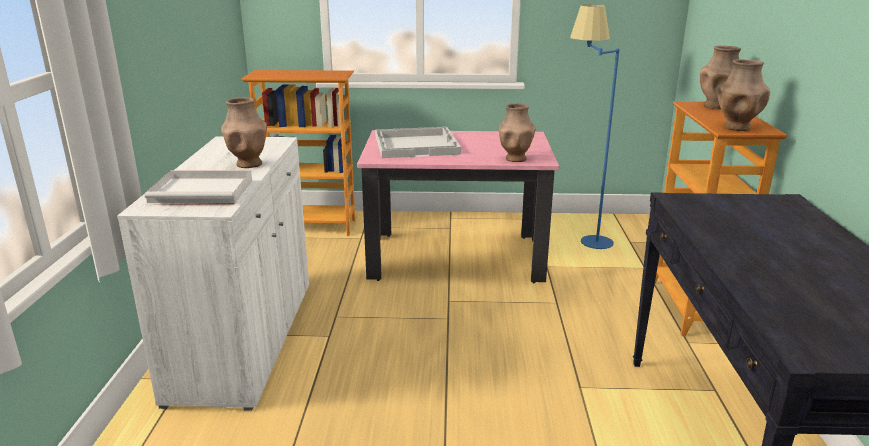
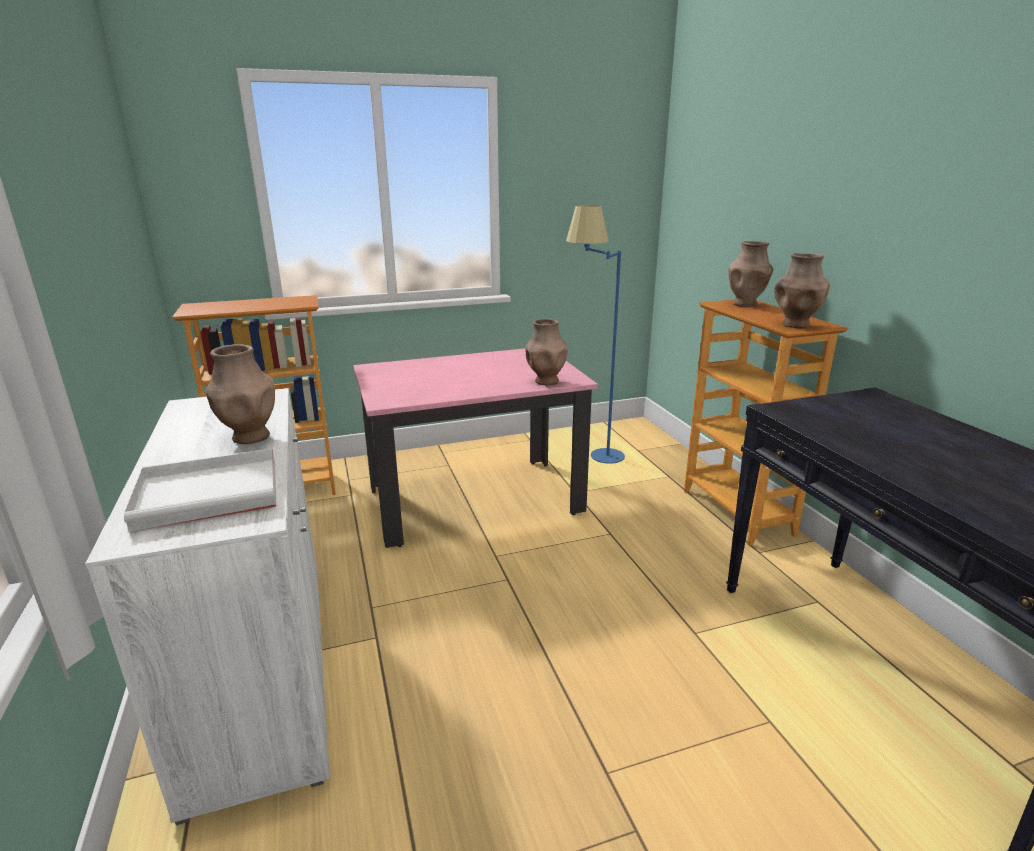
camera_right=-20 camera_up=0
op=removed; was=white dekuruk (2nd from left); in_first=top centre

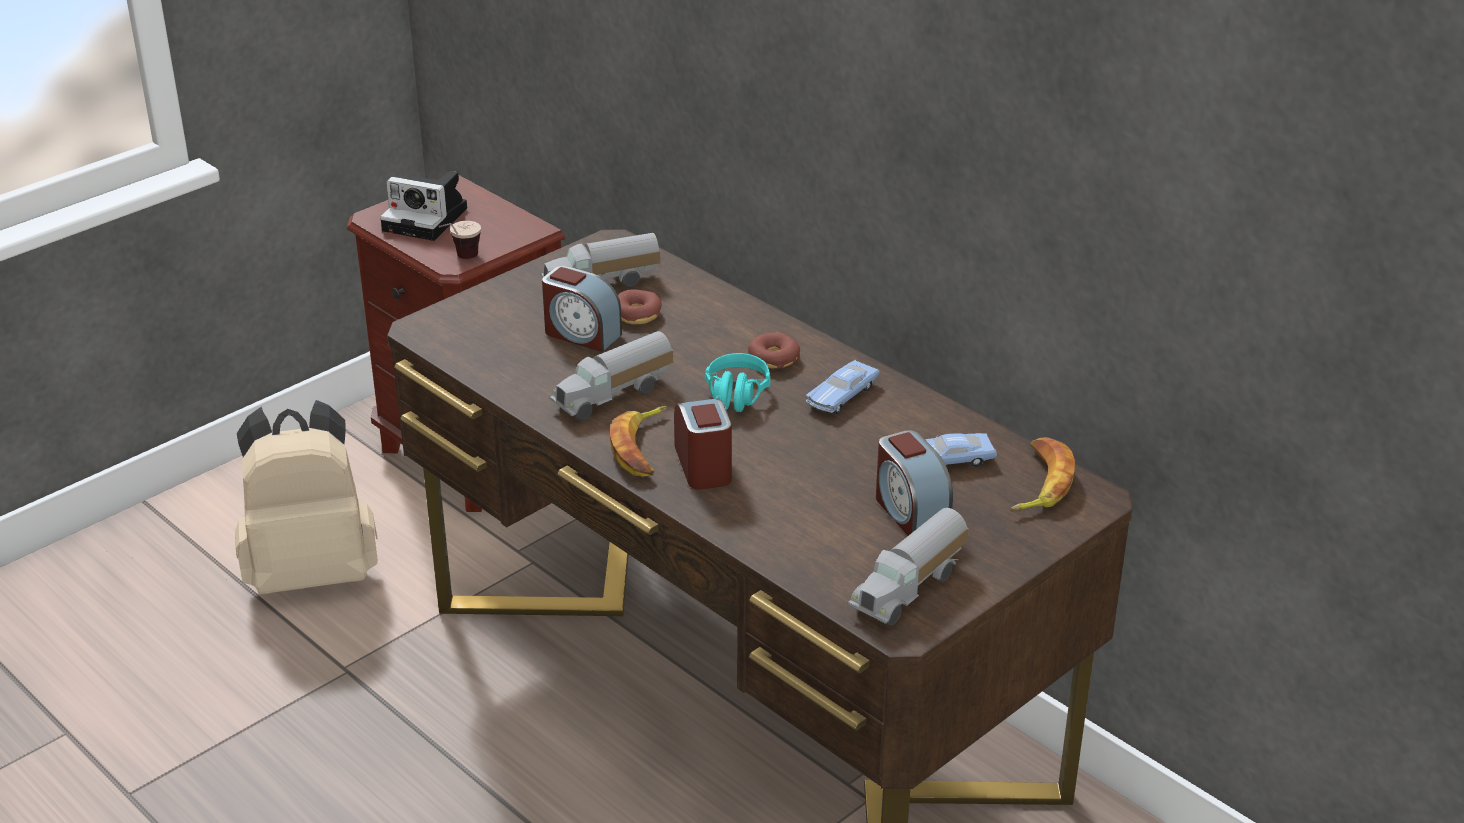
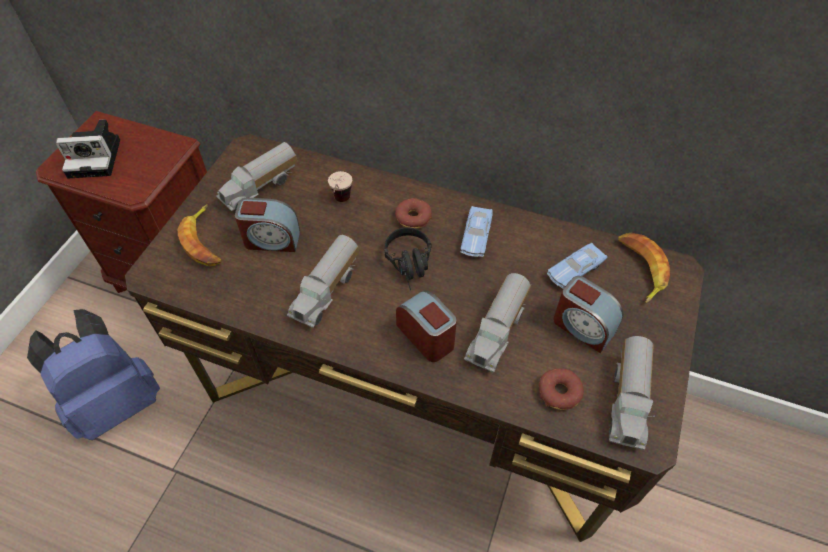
camera_right=-25 camera_up=20
op=moved; was=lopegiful; in_first=top left; in_second=centre
op=moved; was=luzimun (1st from left in the first image); now=luzimun (2nd from left); in_first=centre; in_second=bottom right
op=recoloured; was=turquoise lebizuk; now=black lebizuk; in_first=centre; in_second=centre
op=recoloured; was=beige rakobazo; now=blue rakobazo; in_first=middle left; in_second=bottom left
op=moved; was=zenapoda (1st from left); in_first=centre; in_second=middle left
op=added; now=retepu (3rd from left); in_second=centre

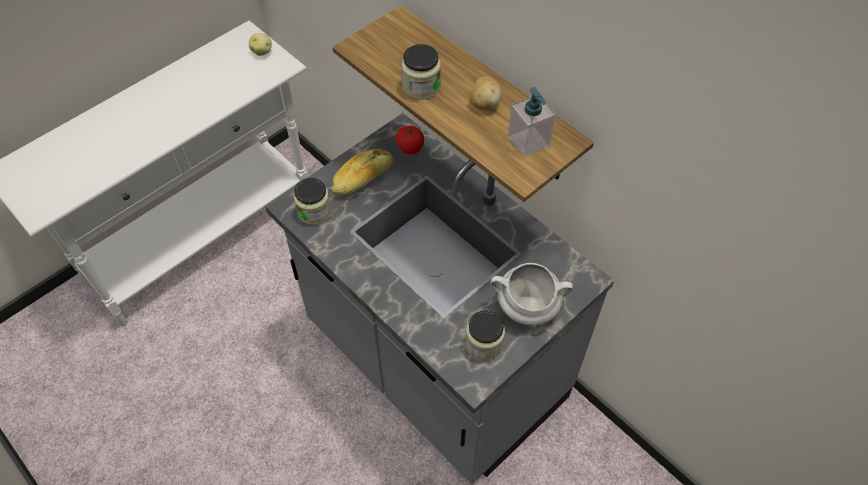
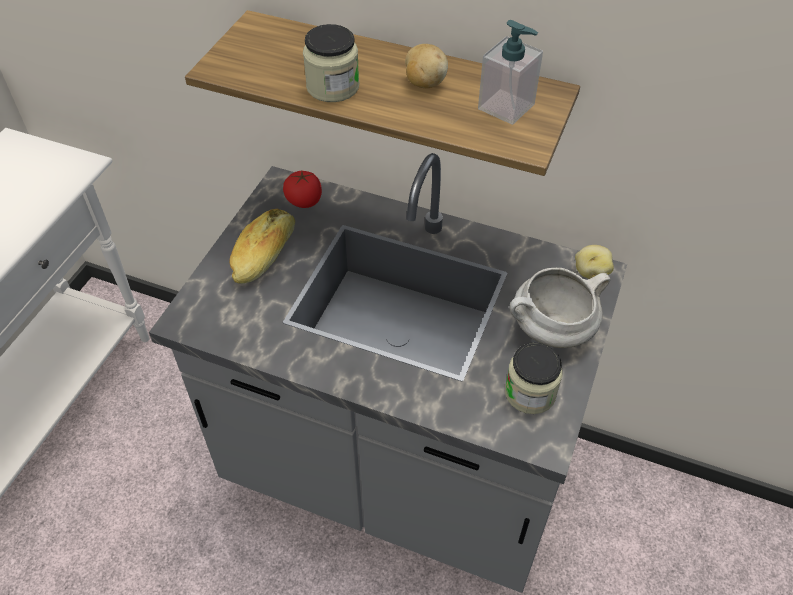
camera_right=-25 camera_up=-5
op=moved; was=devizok (1st from left in the first image); now=devizok (2nd from left); in_first=top left; in_second=middle right
op=removed; was=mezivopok (1st from left); in_first=centre

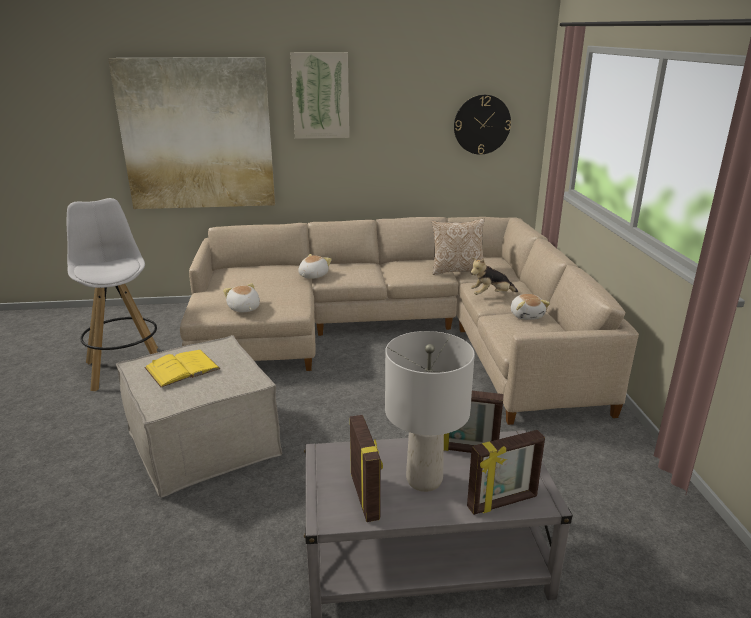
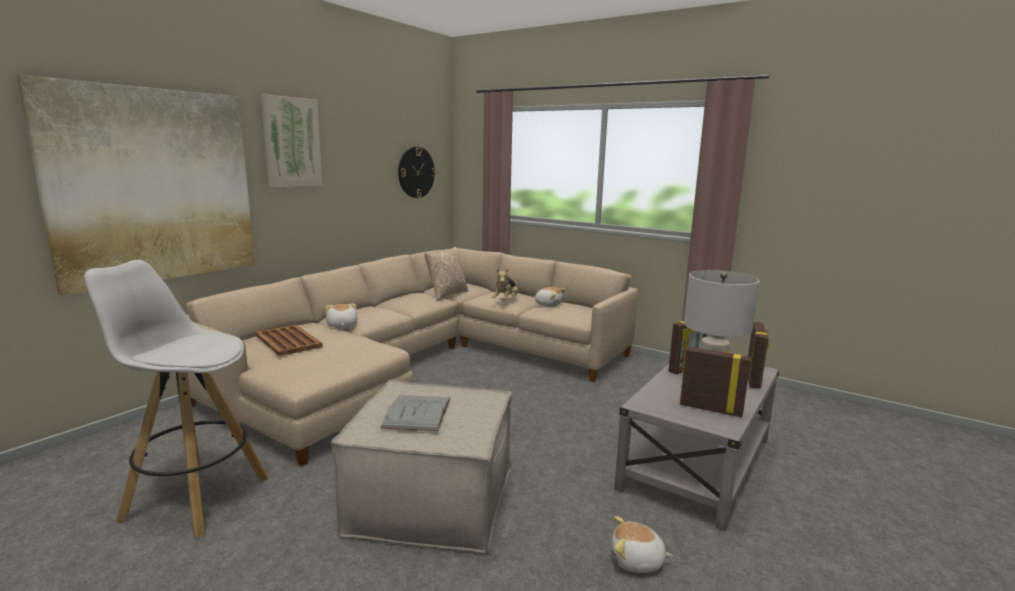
camera_right=-50 camera_up=-10
op=moved; was=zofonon (1st from left in the first image); now=zofonon (4th from left); in_first=middle left; in_second=bottom centre
op=recoloured; was=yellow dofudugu; now=grey dofudugu; in_first=middle left; in_second=bottom centre
op=added; now=brown dekuruk; in_second=middle left

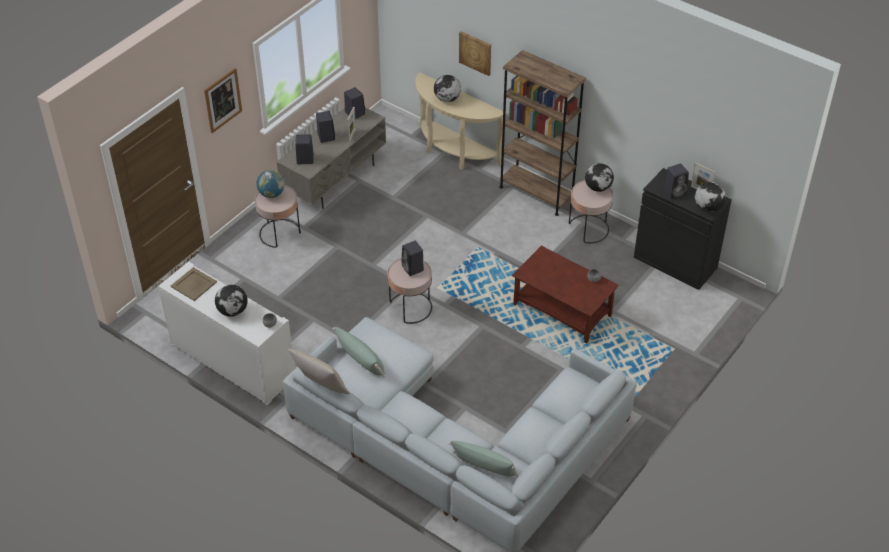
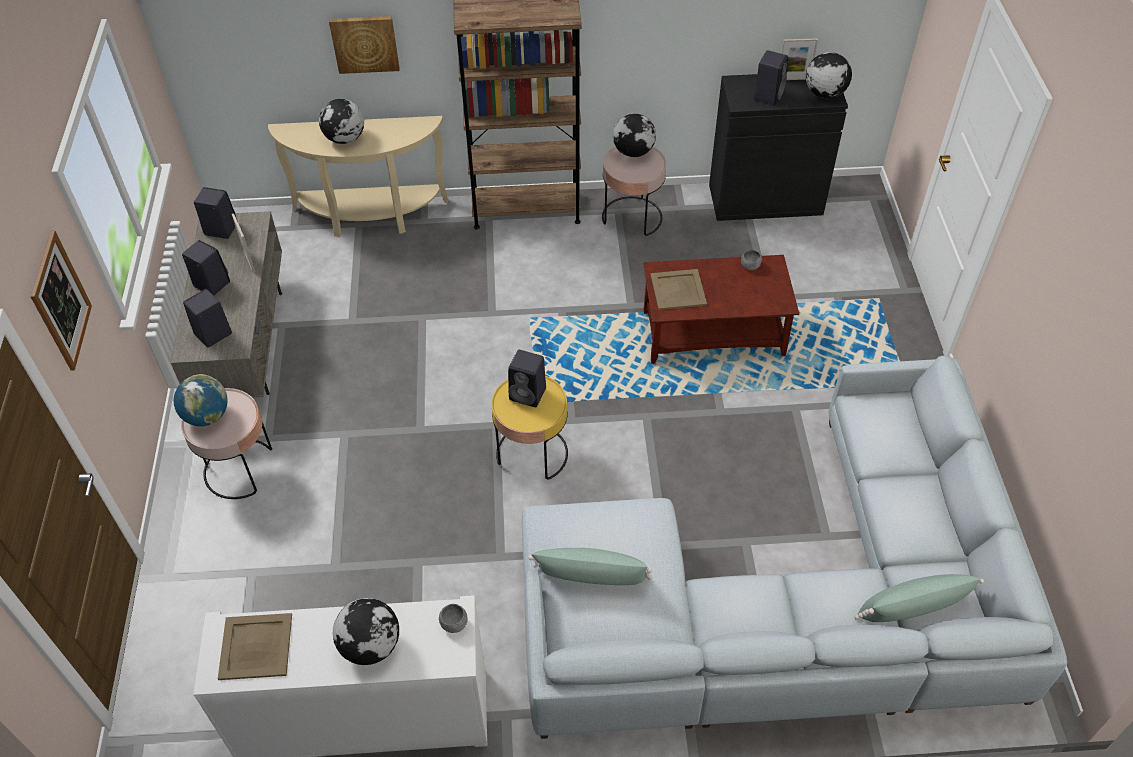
camera_right=-40 camera_up=5
op=recoloured; was=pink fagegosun (2nd from left); now=yellow fagegosun; in_first=centre; in_second=centre
op=removed; was=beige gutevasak; in_first=bottom centre
op=added; now=beige dekuruk (2nd from left); in_second=centre

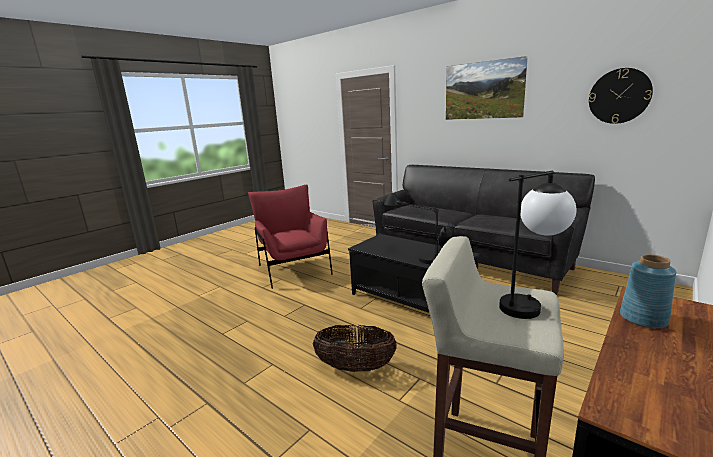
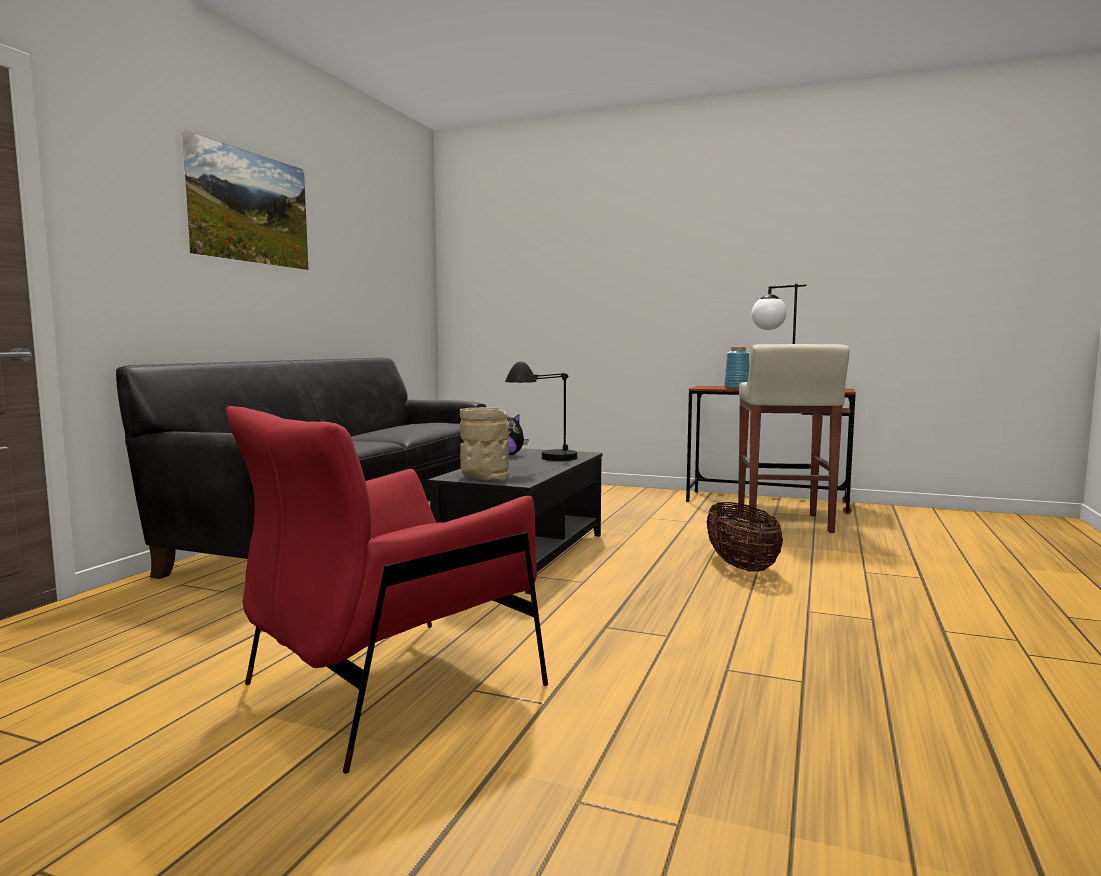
camera_right=-110 camera_up=-10
op=removed; was=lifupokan; in_first=top right
op=added; now=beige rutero; in_second=centre

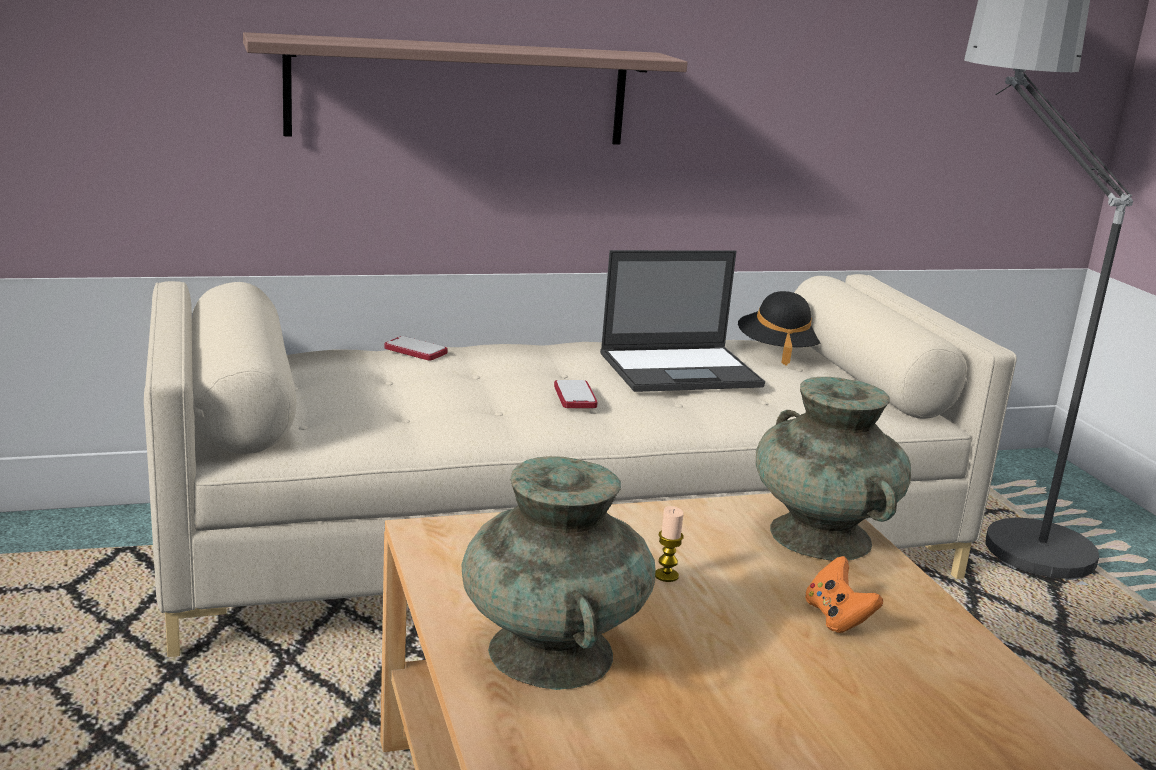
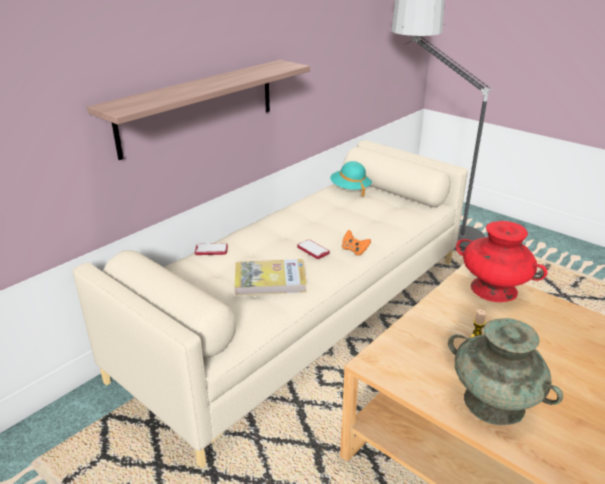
camera_right=-30 camera_up=10
op=removed; was=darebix; in_first=centre
op=recoloured; was=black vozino; now=turquoise vozino; in_first=middle right; in_second=centre
op=recoloured; was=turquoise rutero (2nd from left); now=red rutero; in_first=middle right; in_second=middle right
op=moved; was=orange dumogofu; in_first=bottom right; in_second=centre
op=added; now=dofudugu; in_second=centre

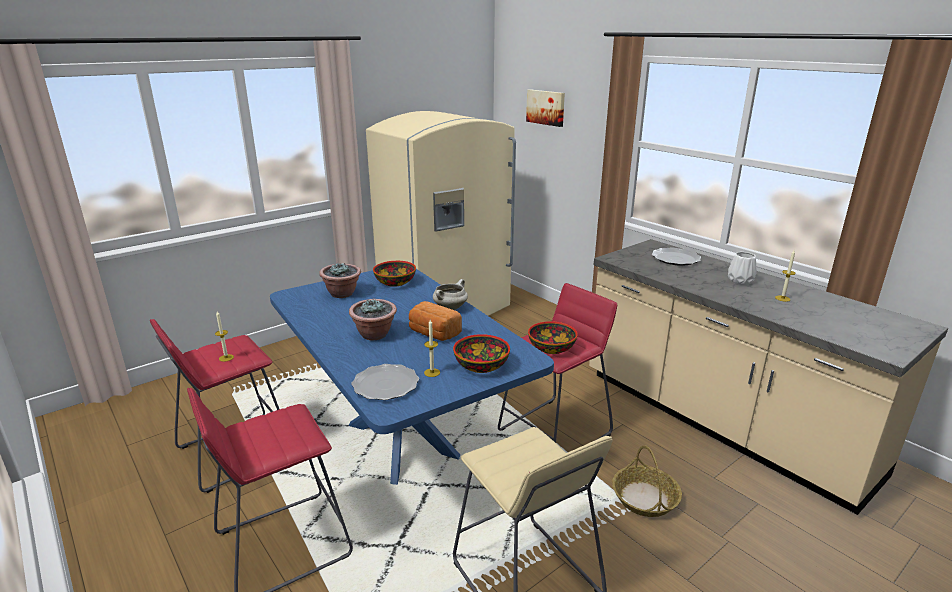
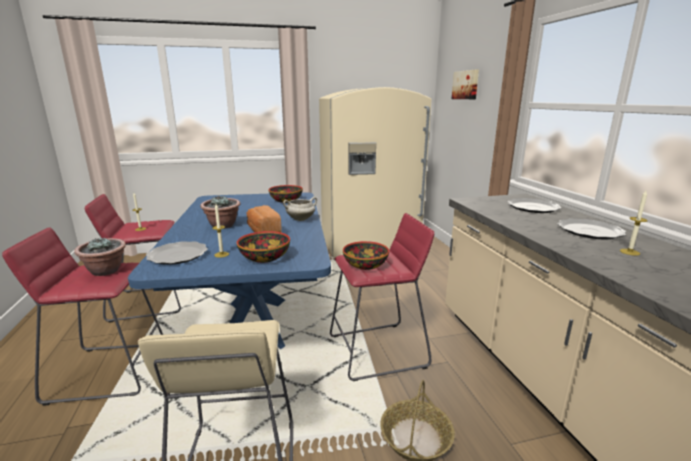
camera_right=25 camera_up=-5
op=replaced; was=white rutero; now=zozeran (3rd from left); in_first=middle right; in_second=middle right
op=moved; was=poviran (1st from left); in_first=centre; in_second=middle left

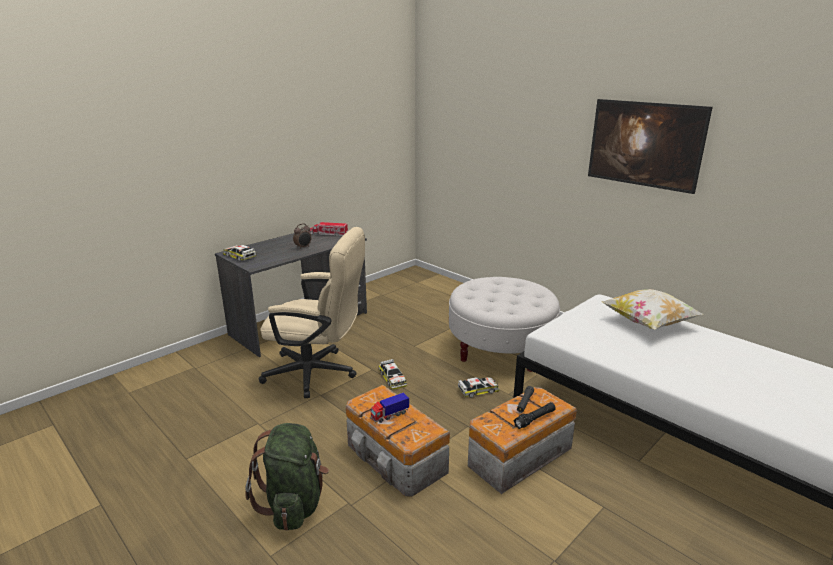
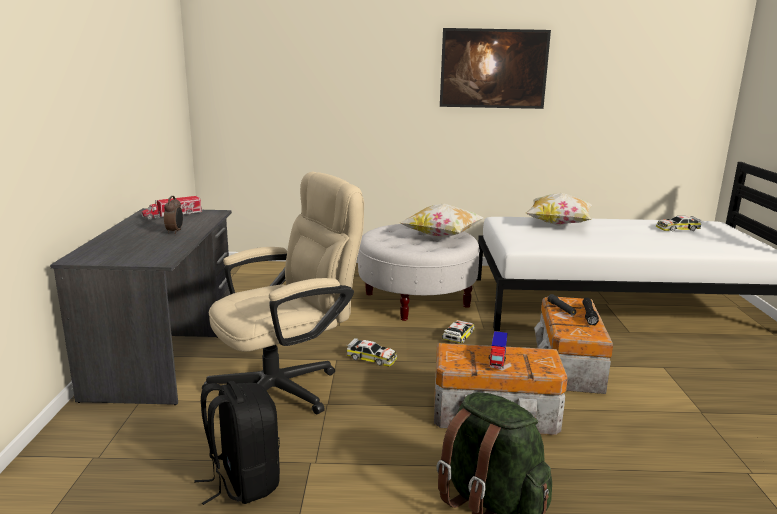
camera_right=-45 camera_up=-5
op=moved; was=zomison (1st from left in the first image); now=zomison (3rd from left); in_first=middle left; in_second=middle right
op=added; now=gutevasak (1st from left); in_second=centre
op=added; now=black rakobazo; in_second=bottom left

